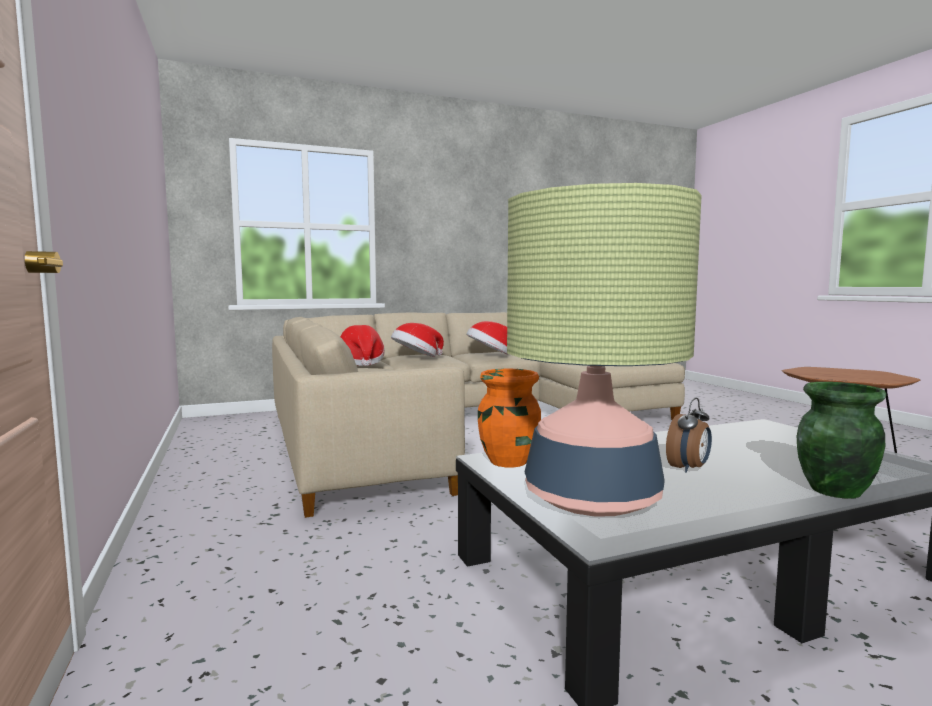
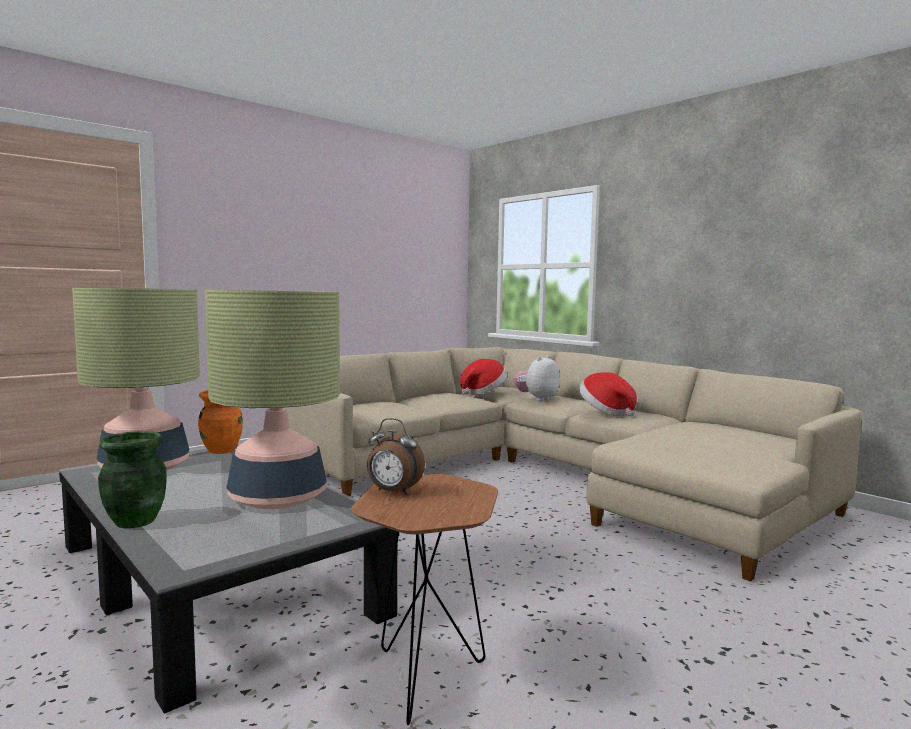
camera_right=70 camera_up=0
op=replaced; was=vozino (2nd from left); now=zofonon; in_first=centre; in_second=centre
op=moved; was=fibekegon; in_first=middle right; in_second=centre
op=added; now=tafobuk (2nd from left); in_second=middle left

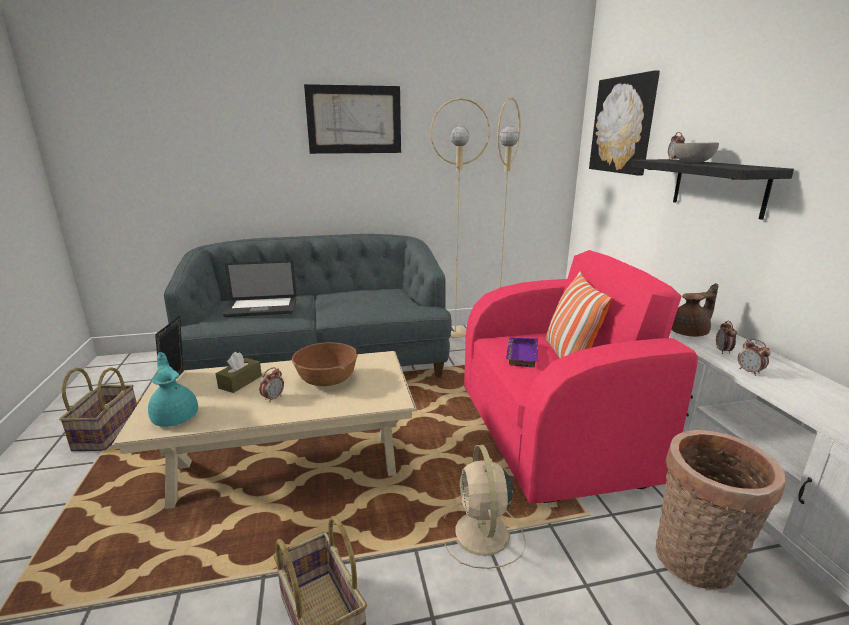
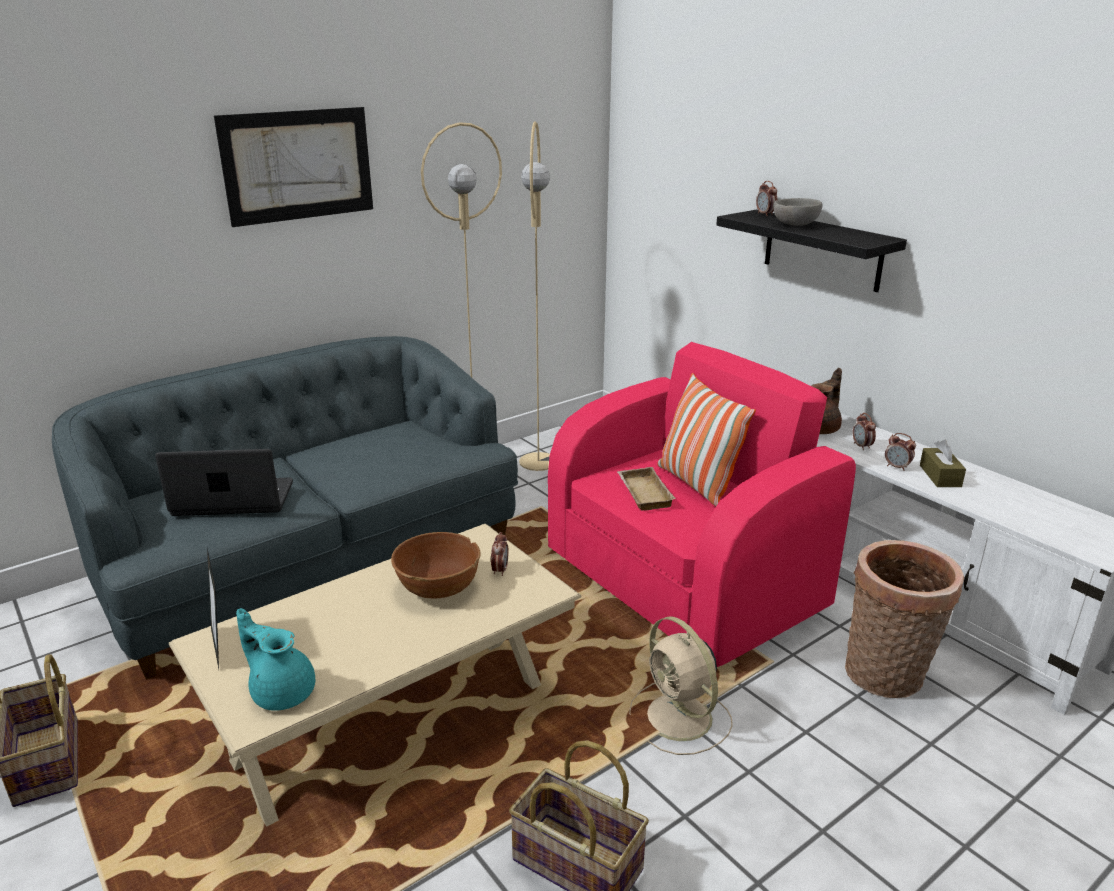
camera_right=-25 camera_up=5
op=removed; was=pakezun (2nd from left); in_first=top right
op=turned; was=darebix; in_first=middle left; in_second=middle left; clockwise=-150
op=recoloured; was=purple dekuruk; now=beige dekuruk; in_first=centre; in_second=centre
op=moved; was=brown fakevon; in_first=middle left; in_second=middle right
op=moved; was=fibekegon (1st from left); in_first=middle left; in_second=centre

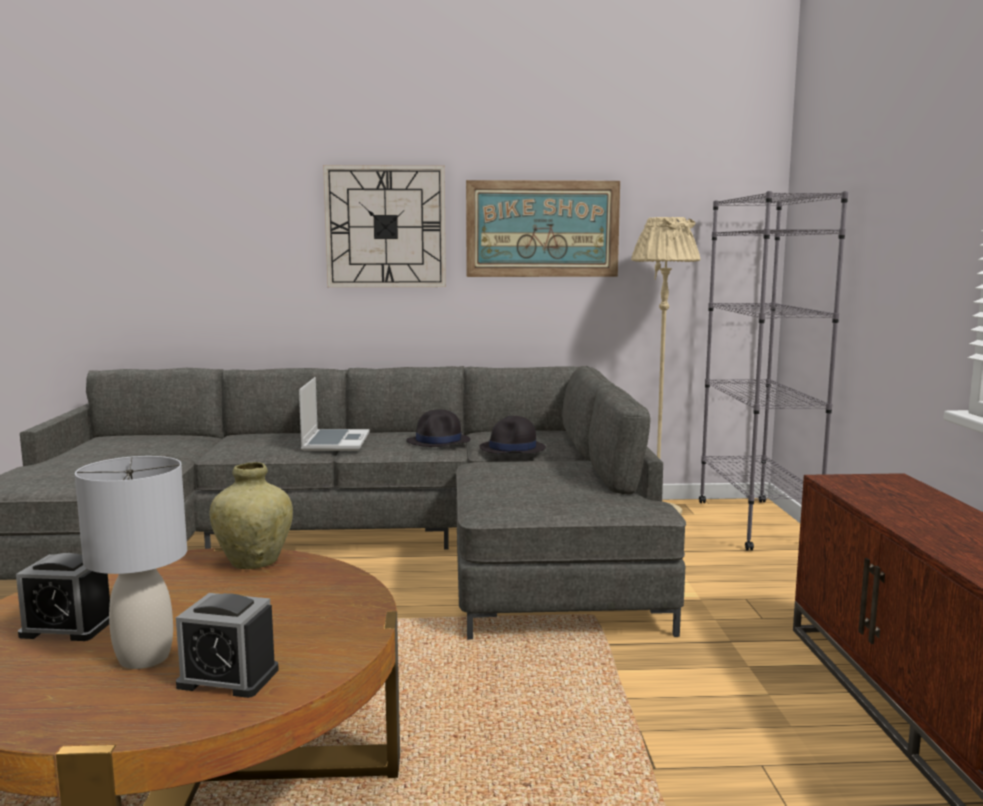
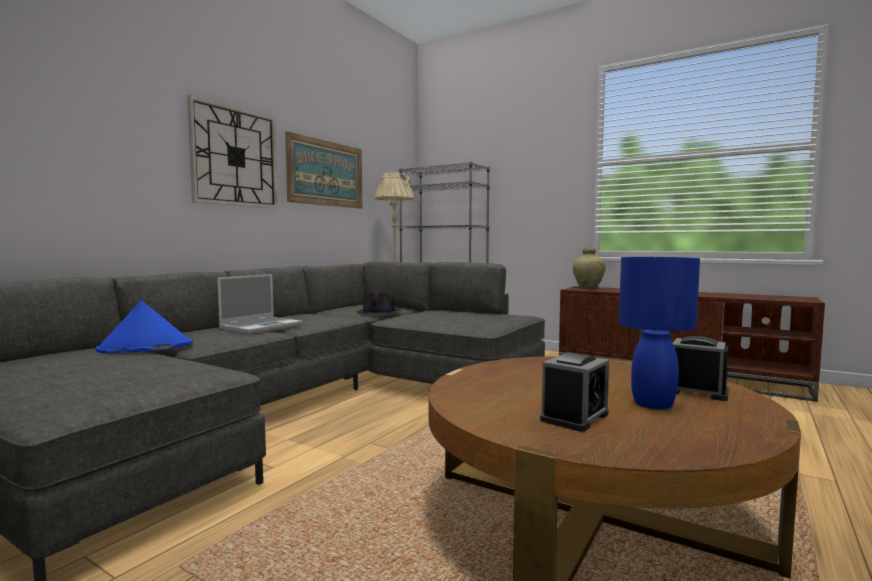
camera_right=-55 camera_up=-5
op=turned; was=darebix; in_first=centre; in_second=middle left; clockwise=90
op=removed; was=black vozino (1st from left); in_first=centre
op=recoloured; was=grey tafobuk; now=blue tafobuk; in_first=bottom left; in_second=middle right
op=moved; was=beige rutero; in_first=middle left; in_second=middle right
op=turned; was=fibekegon (2nd from left); in_first=bottom left; in_second=middle right; clockwise=-105
op=added; now=blue vozino; in_second=middle left

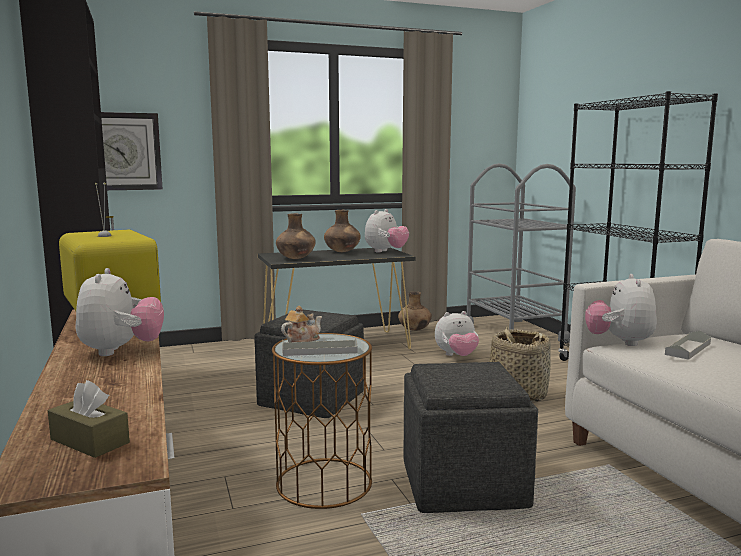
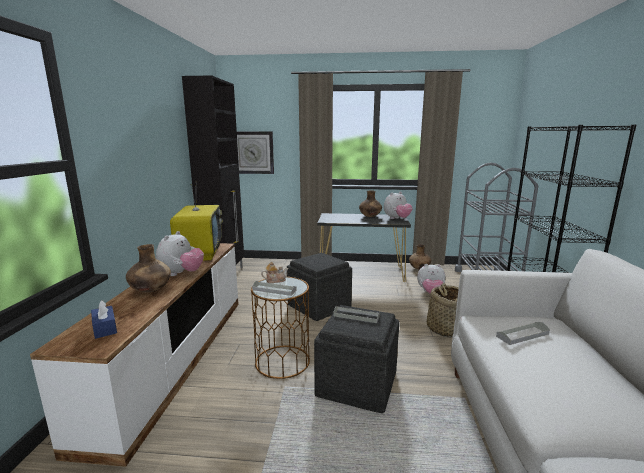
camera_right=25 camera_up=5
op=moved; was=brown rutero (1st from left); in_first=centre; in_second=middle left
op=removed; was=zofonon (4th from left); in_first=middle right
op=recoloured; was=brown fakevon; now=blue fakevon; in_first=bottom left; in_second=bottom left
op=added; now=grey dekuruk (2nd from left); in_second=centre

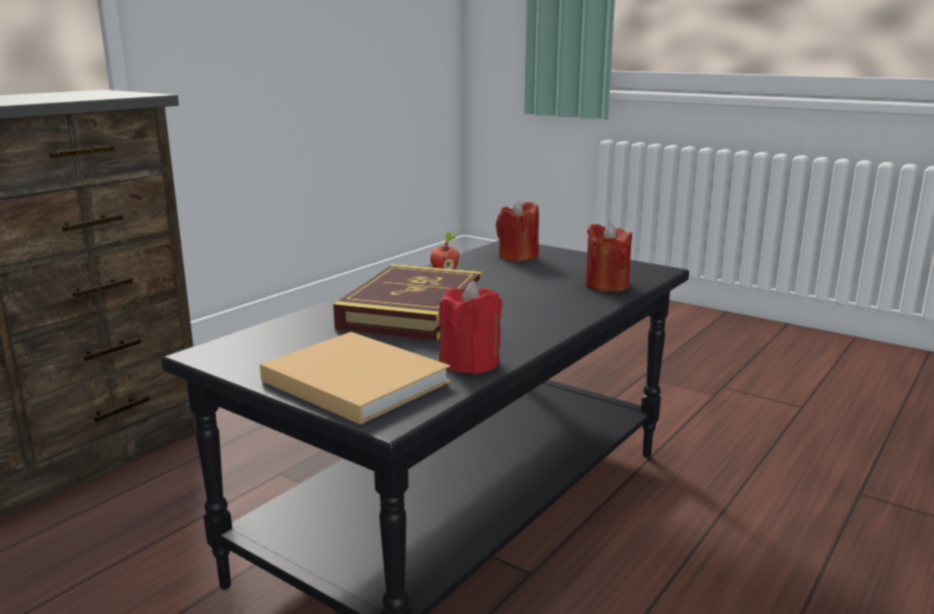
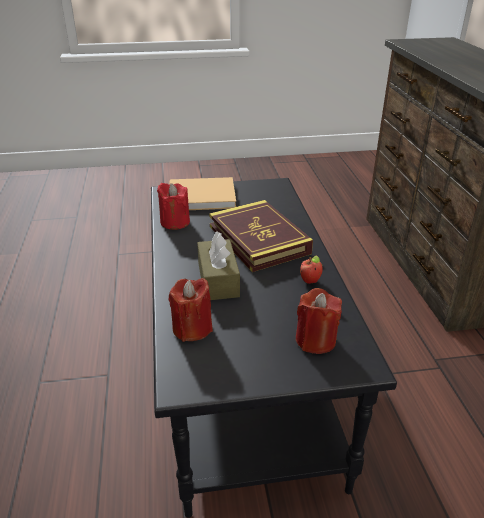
camera_right=135 camera_up=15
op=added; now=brown fakevon; in_second=centre

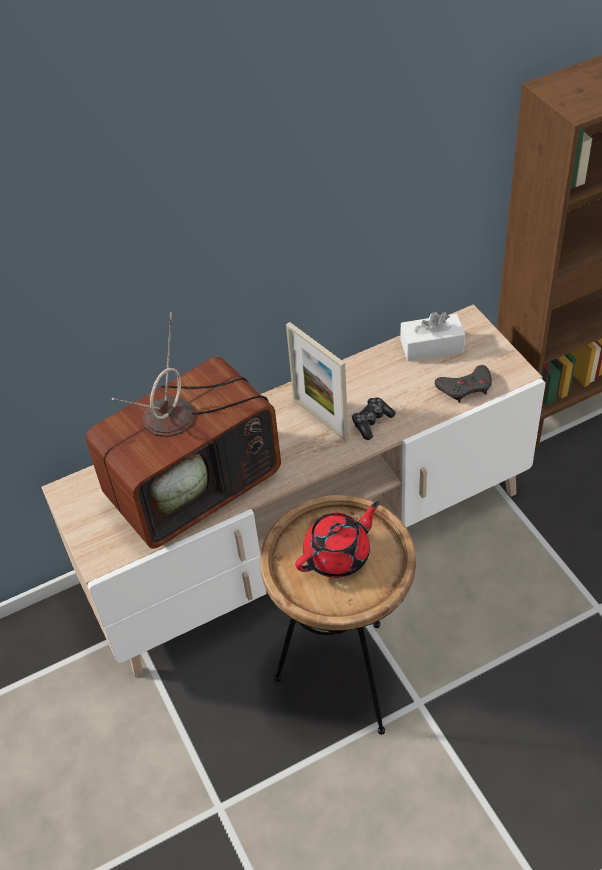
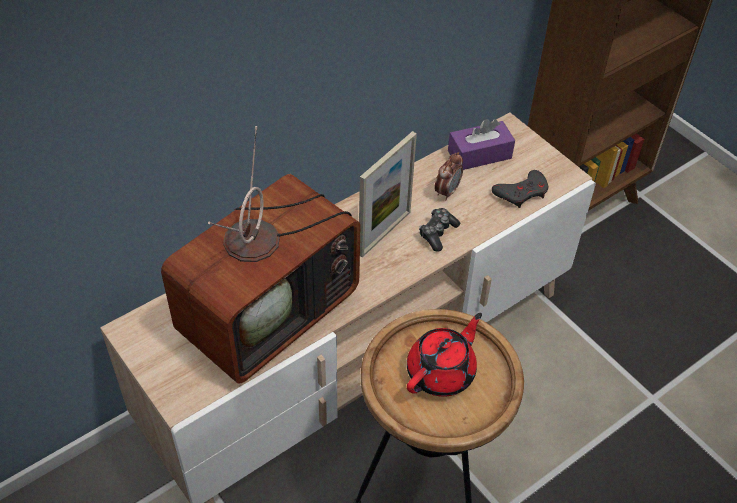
camera_right=-15 camera_up=0
op=recoloured; was=white fakevon; now=purple fakevon; in_first=middle right; in_second=top centre
op=turned; was=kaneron; in_first=centre; in_second=centre; clockwise=-90
op=added; now=fibekegon; in_second=centre

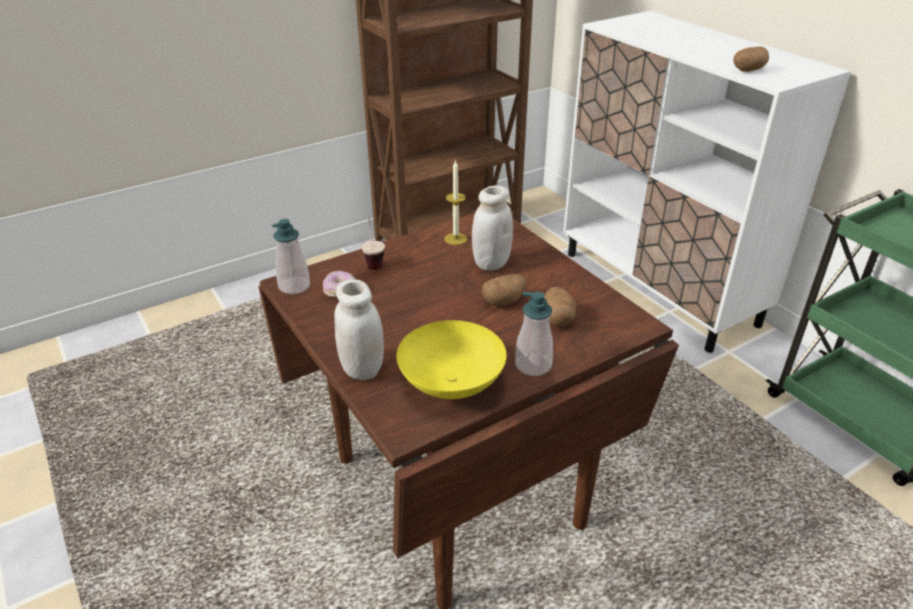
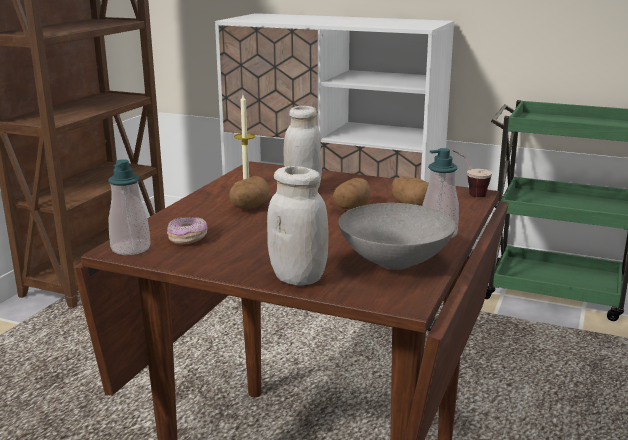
camera_right=-35 camera_up=-15
op=moved; was=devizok (3rd from left in the first image); now=devizok (1st from left); in_first=top right; in_second=centre
op=moved; was=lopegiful; in_first=centre; in_second=middle right
op=recoloured; was=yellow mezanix; now=grey mezanix; in_first=centre; in_second=centre

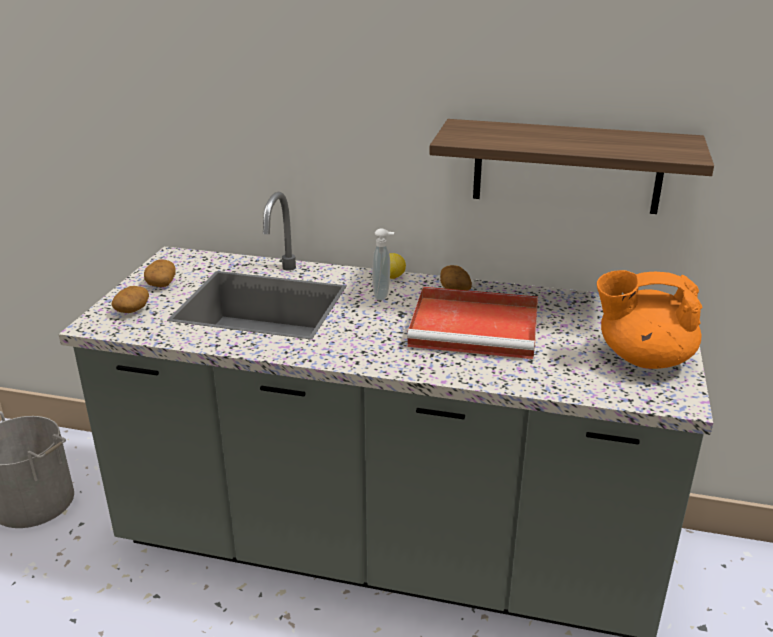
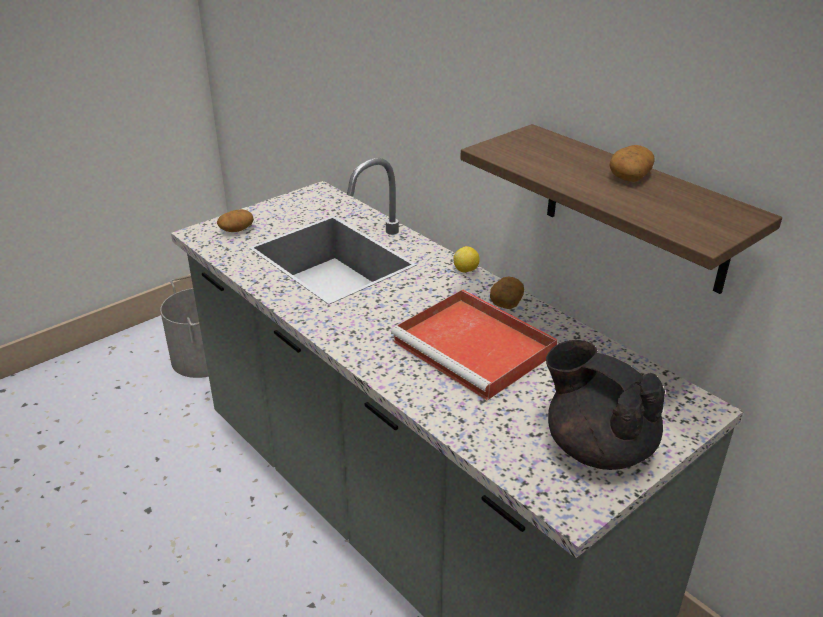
camera_right=35 camera_up=5
op=removed; was=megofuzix; in_first=centre
op=moved; was=devizok (2nd from left in the first image); now=devizok (3rd from left); in_first=middle left; in_second=top right
op=recoloured; was=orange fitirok; now=black fitirok; in_first=middle right; in_second=middle right

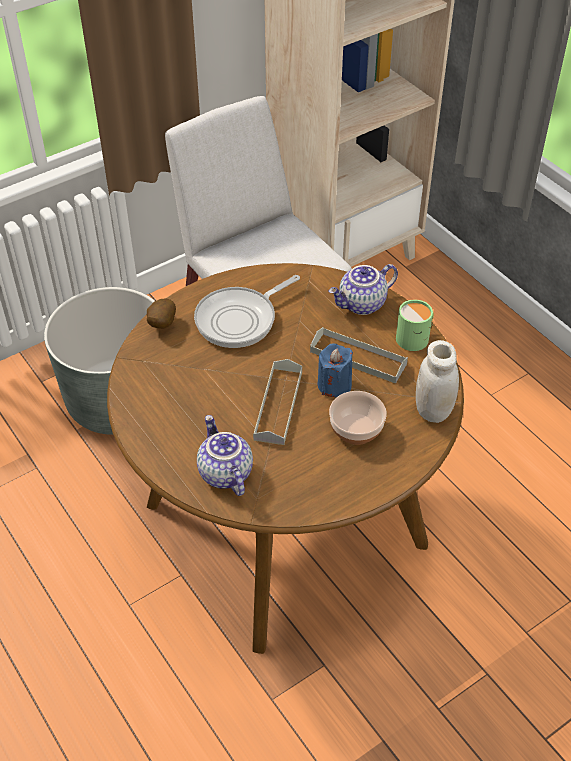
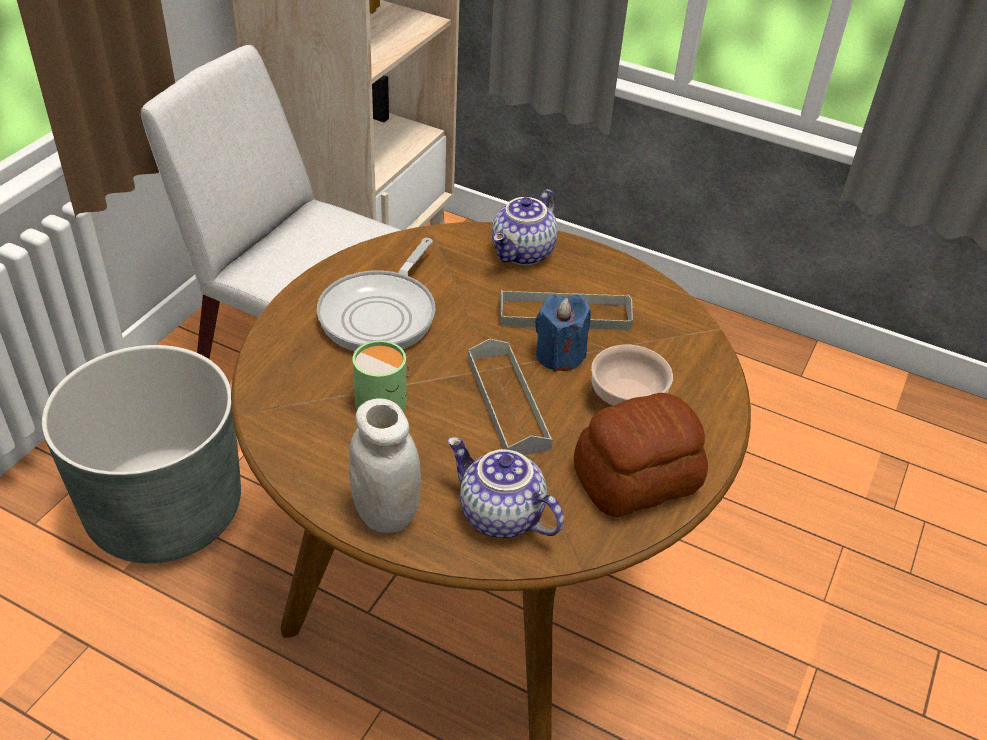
camera_right=-30 camera_up=-5
op=removed; was=devizok; in_first=middle left
op=moved; was=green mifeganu; in_first=middle right; in_second=centre
op=moved; was=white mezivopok; in_first=middle right; in_second=centre
op=added; now=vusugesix; in_second=centre

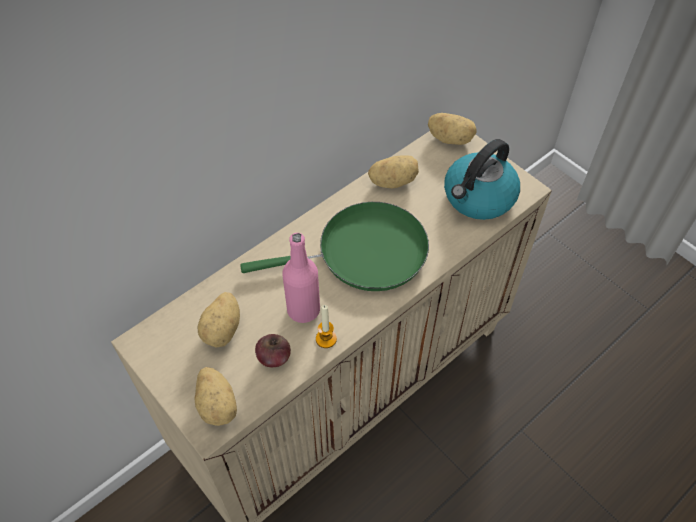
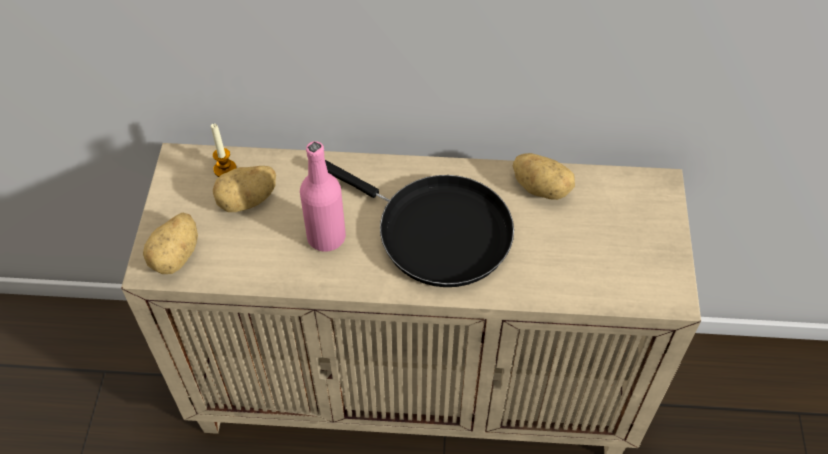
camera_right=45 camera_up=0
op=removed; was=devizok (4th from left); in_first=top centre
op=removed; was=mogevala; in_first=middle right
op=recoloured; was=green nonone; now=black nonone; in_first=centre; in_second=centre
op=moved; was=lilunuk; in_first=centre; in_second=top left
op=removed; was=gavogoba; in_first=bottom centre

